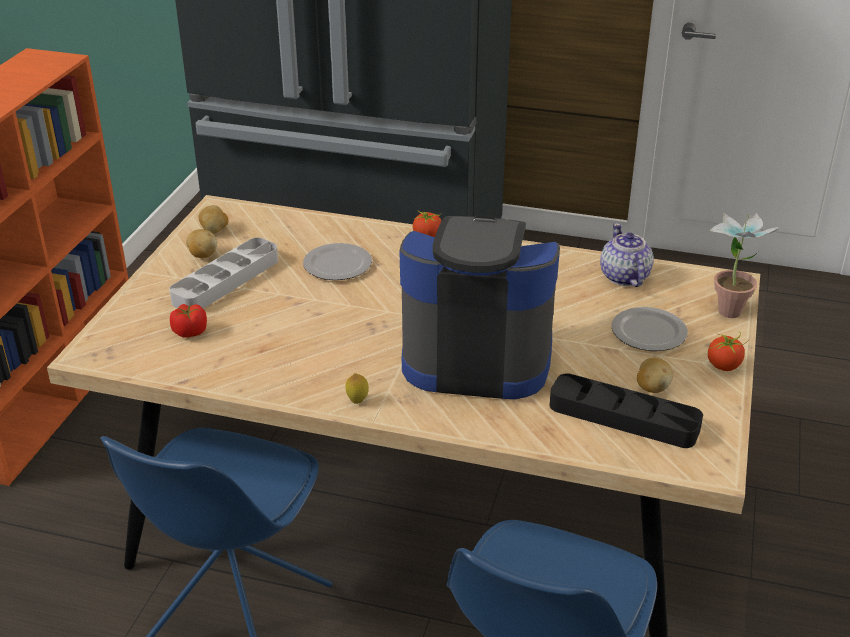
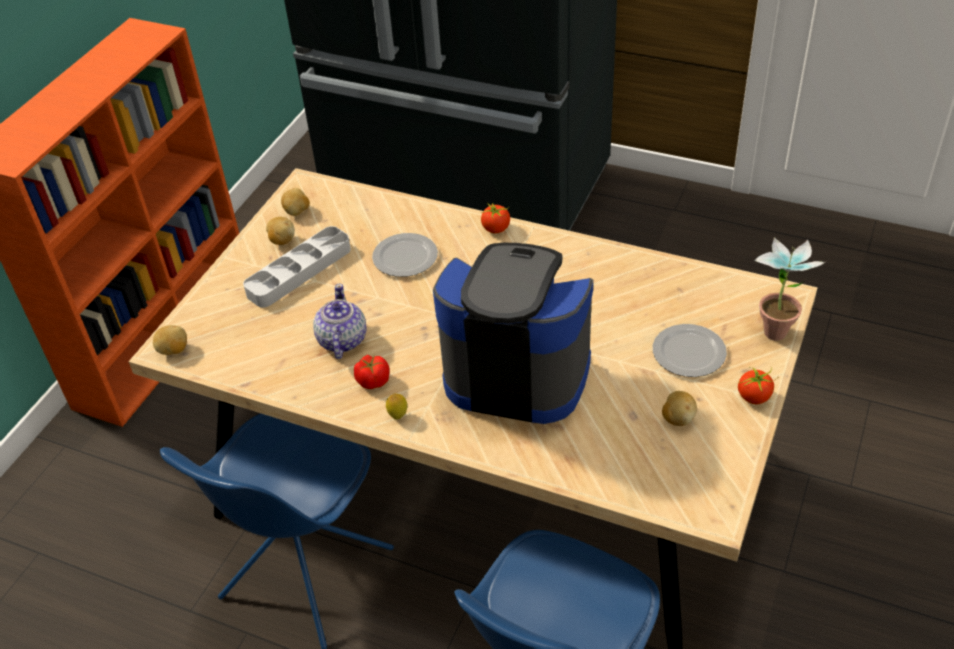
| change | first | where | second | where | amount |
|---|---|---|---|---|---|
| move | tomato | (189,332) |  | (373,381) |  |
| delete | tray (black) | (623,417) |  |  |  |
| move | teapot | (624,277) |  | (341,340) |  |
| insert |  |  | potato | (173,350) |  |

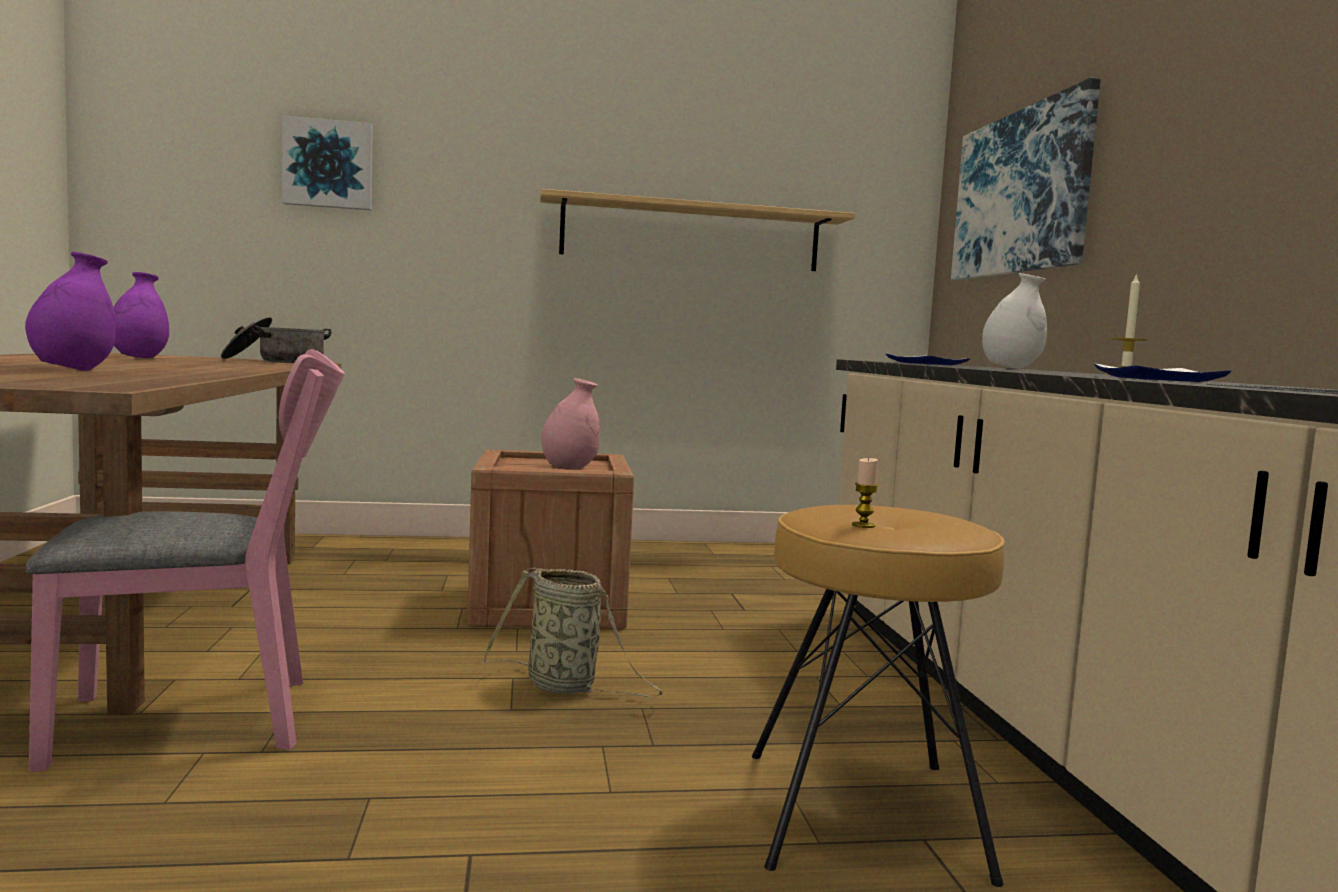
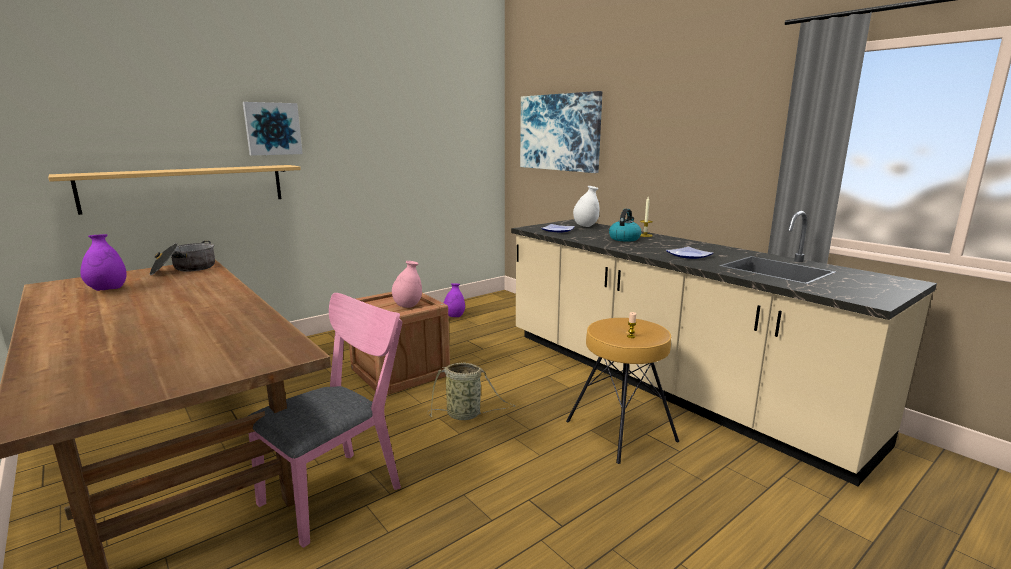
| change | first | where | second | where | amount |
|---|---|---|---|---|---|
| move | vase (purple) | (72,370) |  | (454,316) |  |
| move | picture | (329,164) |  | (272,129) |  |
| move | shelf | (691,235) |  | (186,187) |  |
| insert |  |  | kettle | (624,238) |  |

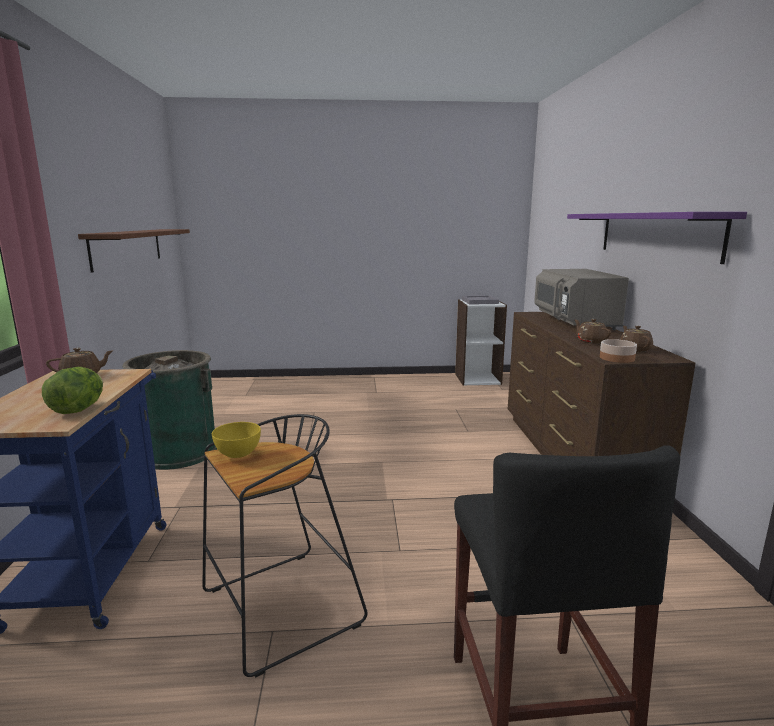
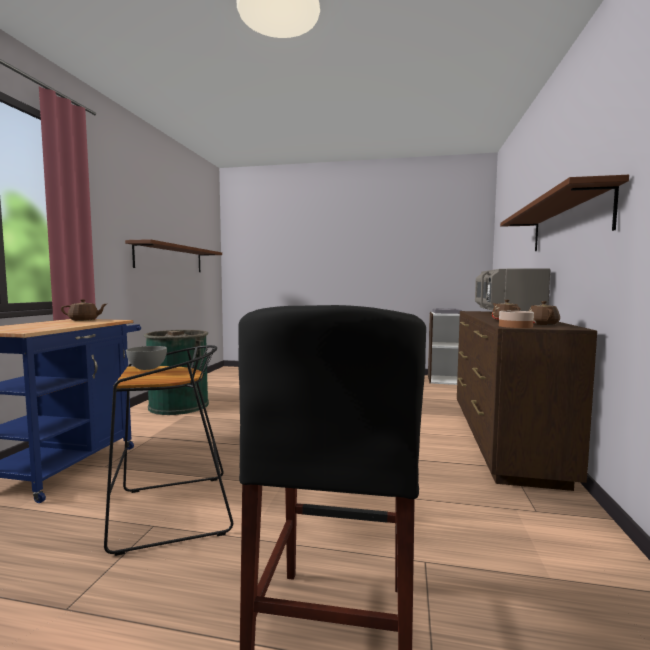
| change | first | where | second | where | amount |
|---|---|---|---|---|---|
| delete | lettuce | (78,409) |  |  |  |
| recolor | bowl (yellow) | (238,454) | bowl (grey) | (148,368) |  |
| recolor | shelf (purple) | (655,234) | shelf (brown) | (567,223) |  |

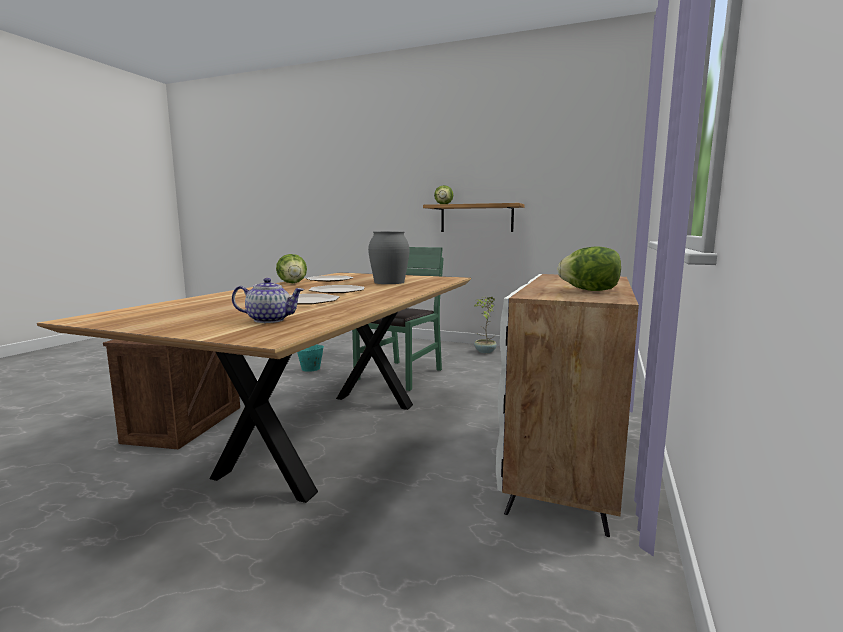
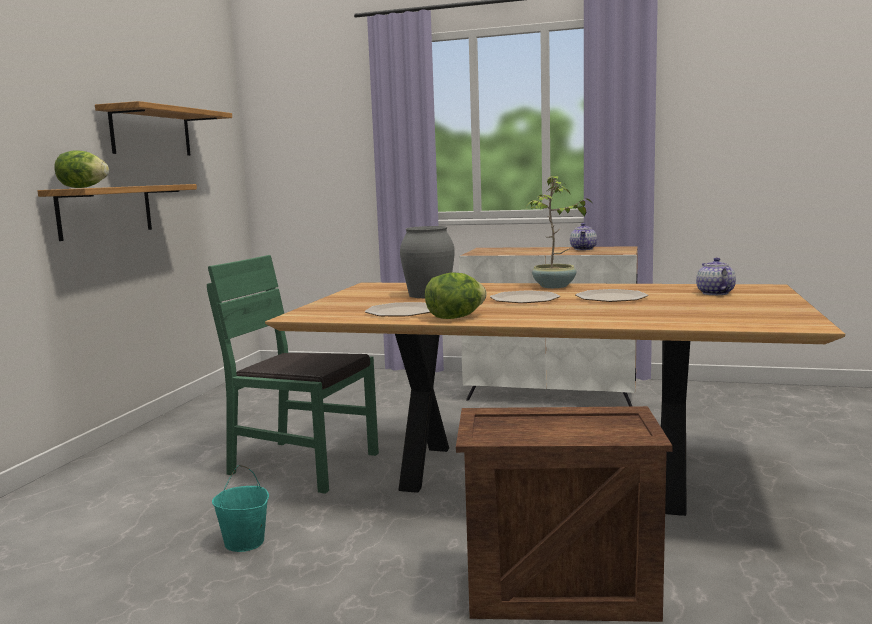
| change | first | where | second | where | amount |
|---|---|---|---|---|---|
| move | potted plant | (484,351) |  | (554,286) |  |
| replace | lettuce | (589,290) | teapot | (583,249) |  |
| insert |  |  | shelf | (151,132) |  |

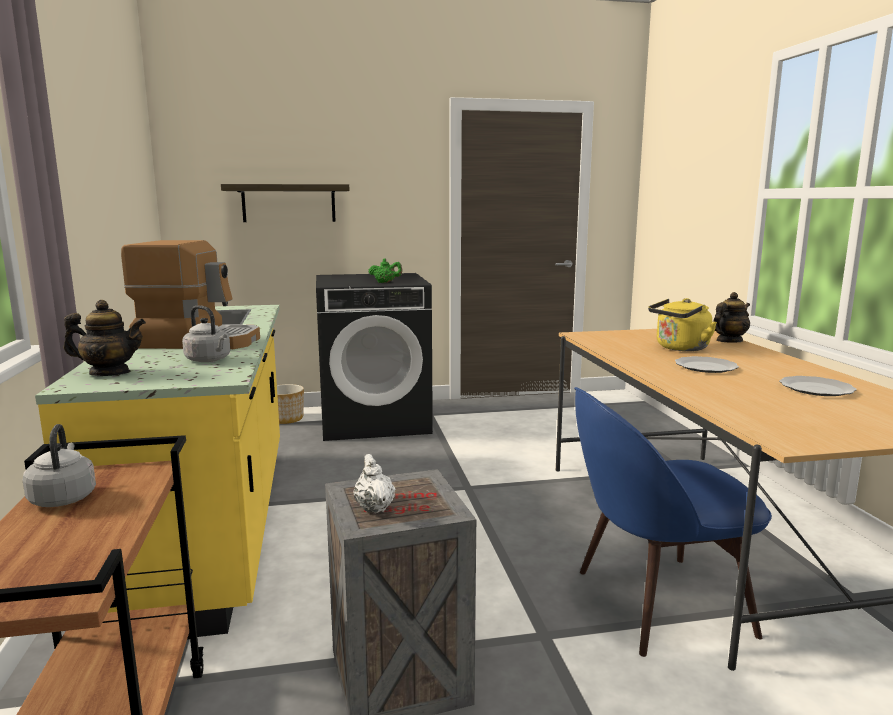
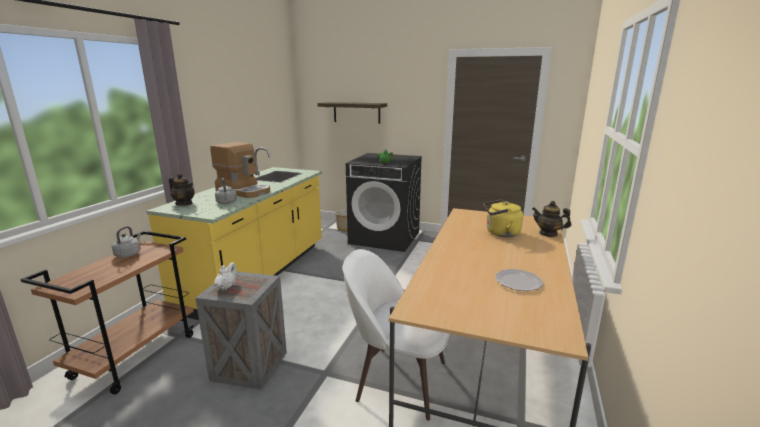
| change | first | where | second | where | amount |
|---|---|---|---|---|---|
| recolor | chair (blue) | (655,603) | chair (white) | (398,379) |  |
| delete | plate | (706,367) |  |  |  |
| rotate | teapot | (728,341) |  | (548,233) | 150 degrees counterclockwise |

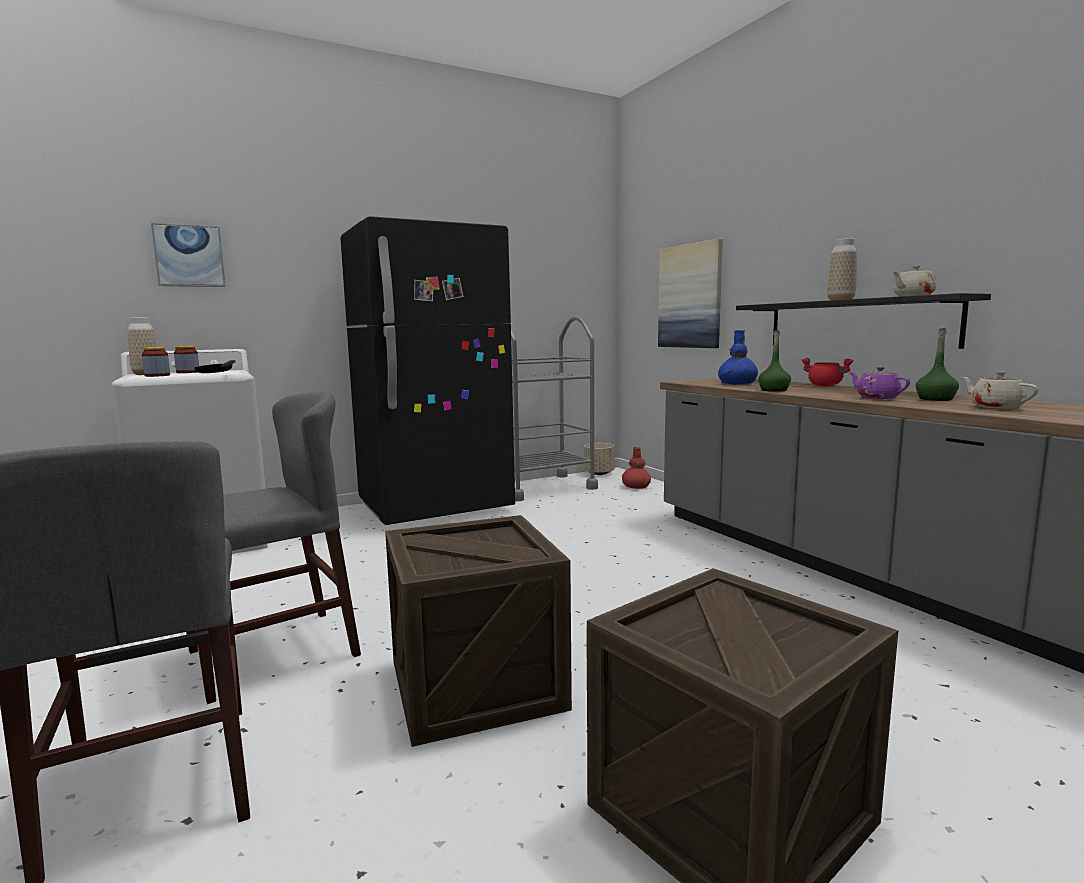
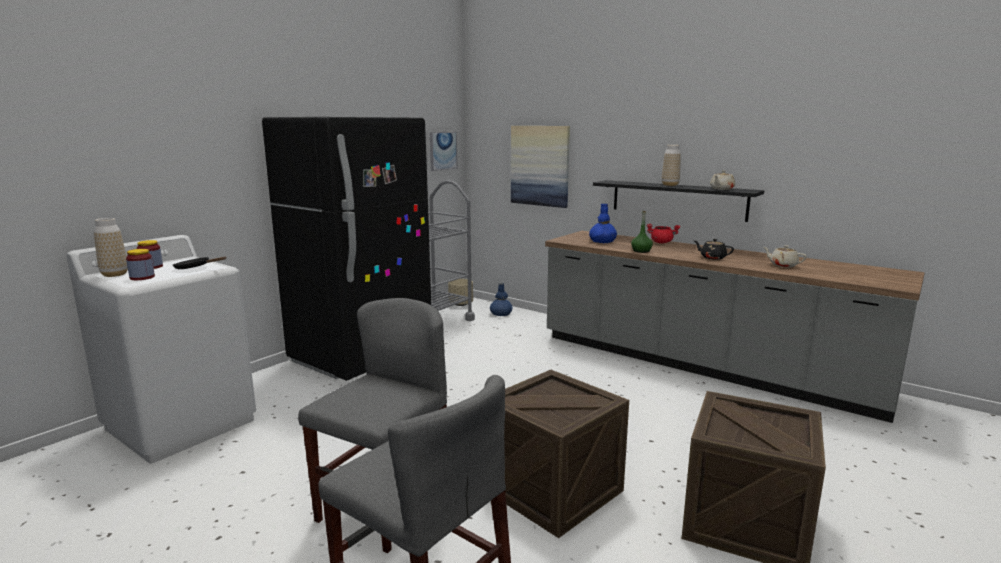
| change | first | where | second | where | amount |
|---|---|---|---|---|---|
| move | picture | (189,256) |  | (443,150) |  |
| recolor | vase (red) | (636,486) | vase (blue) | (501,314) |  |
| recolor | teapot (purple) | (877,397) | teapot (black) | (712,257) |  |
| delete | bottle (green) | (935,399) |  |  |  |

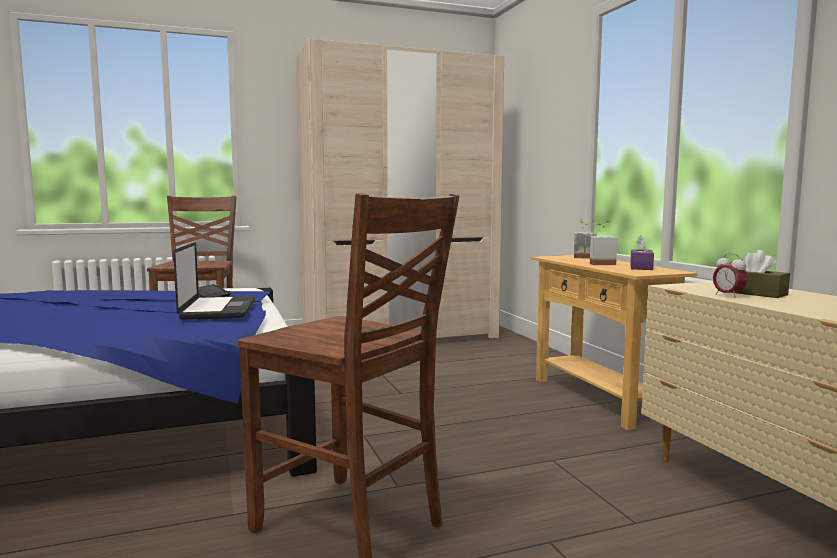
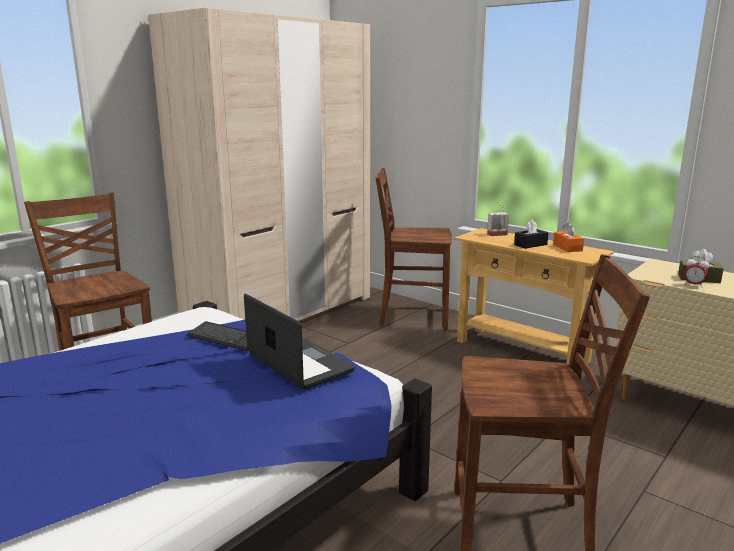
| change | first | where | second | where | amount |
|---|---|---|---|---|---|
| replace | potted plant | (601,263) | tissue box (black) | (530,245) |  |
| recolor | tissue box (purple) | (641,267) | tissue box (orange) | (567,247) |  |
| insert |  |  | chair (brown) | (412,317) |  |

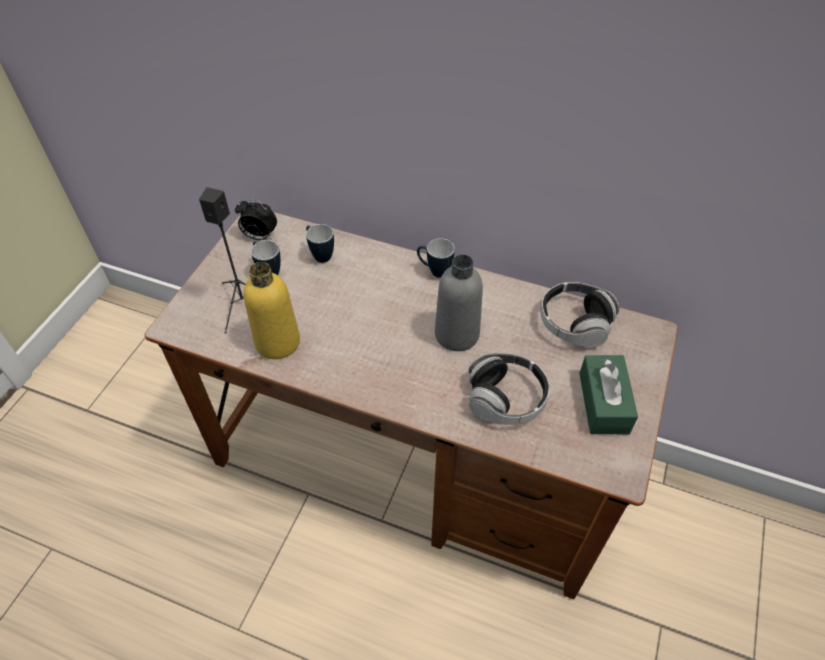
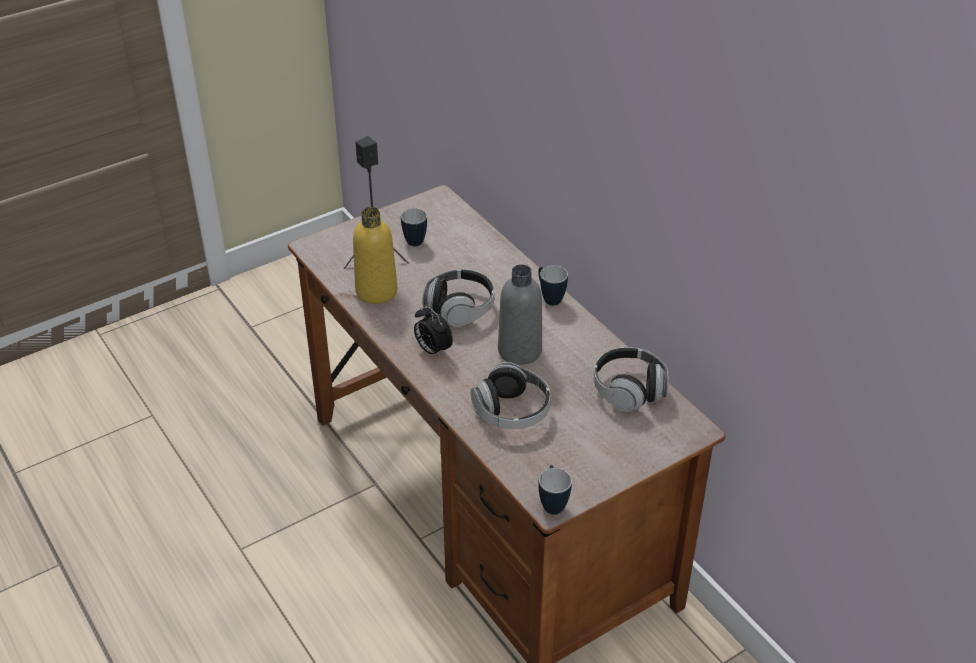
| change | first | where | second | where | amount |
|---|---|---|---|---|---|
| move | alarm clock | (259,236) |  | (432,350) |  |
| move | mug | (320,254) |  | (552,502) |  |
| delete | tissue box (green) | (603,403) |  |  |  |
| insert |  |  | headphones | (460,308) |  |

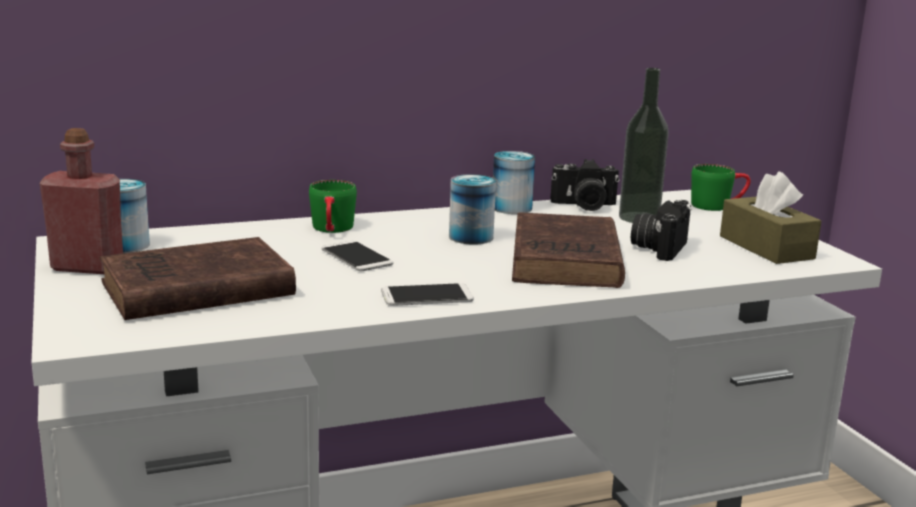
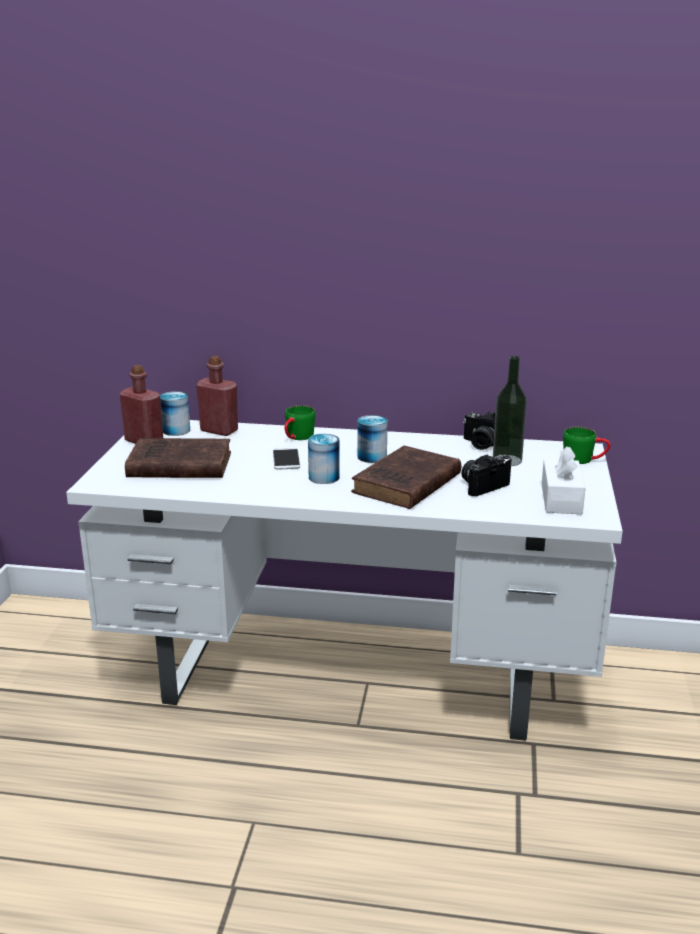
| change | first | where | second | where | amount |
|---|---|---|---|---|---|
| delete | phone | (427,296) |  |  |  |
| move | can | (511,208) |  | (324,477) |  |
| recolor | tissue box (brown) | (766,247) | tissue box (white) | (561,499) |  |
| insert |  |  | bottle (red) | (219,430) |  |

